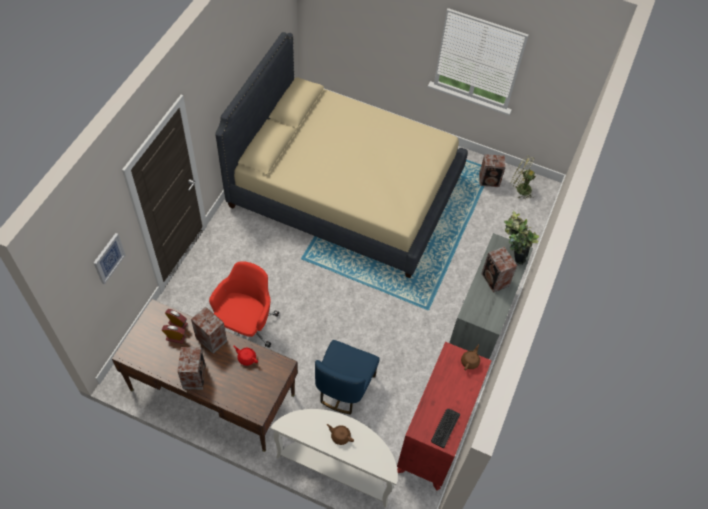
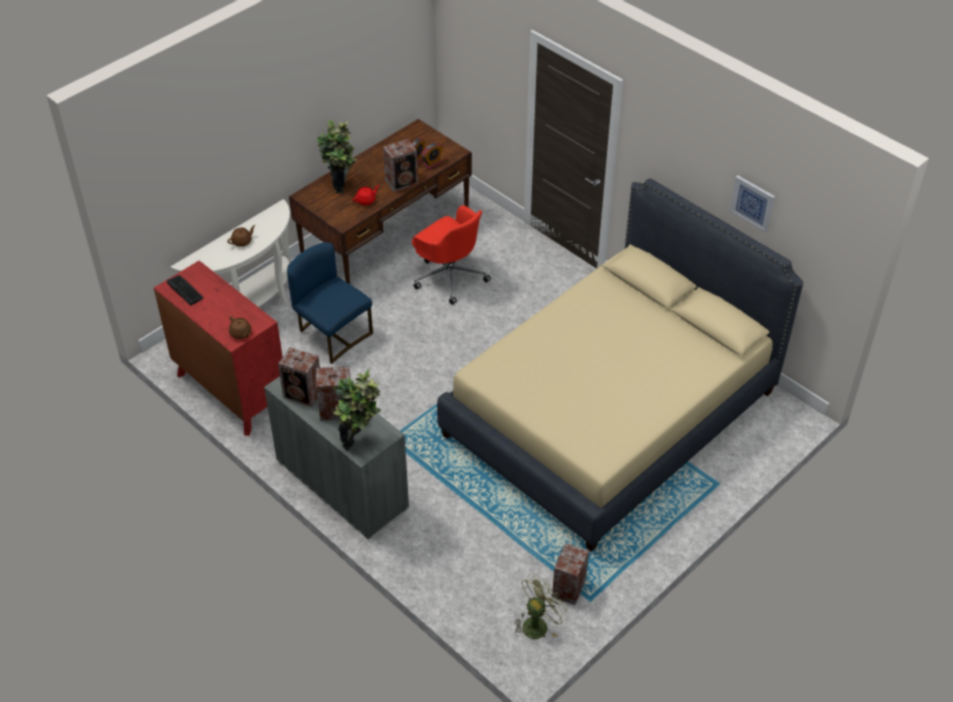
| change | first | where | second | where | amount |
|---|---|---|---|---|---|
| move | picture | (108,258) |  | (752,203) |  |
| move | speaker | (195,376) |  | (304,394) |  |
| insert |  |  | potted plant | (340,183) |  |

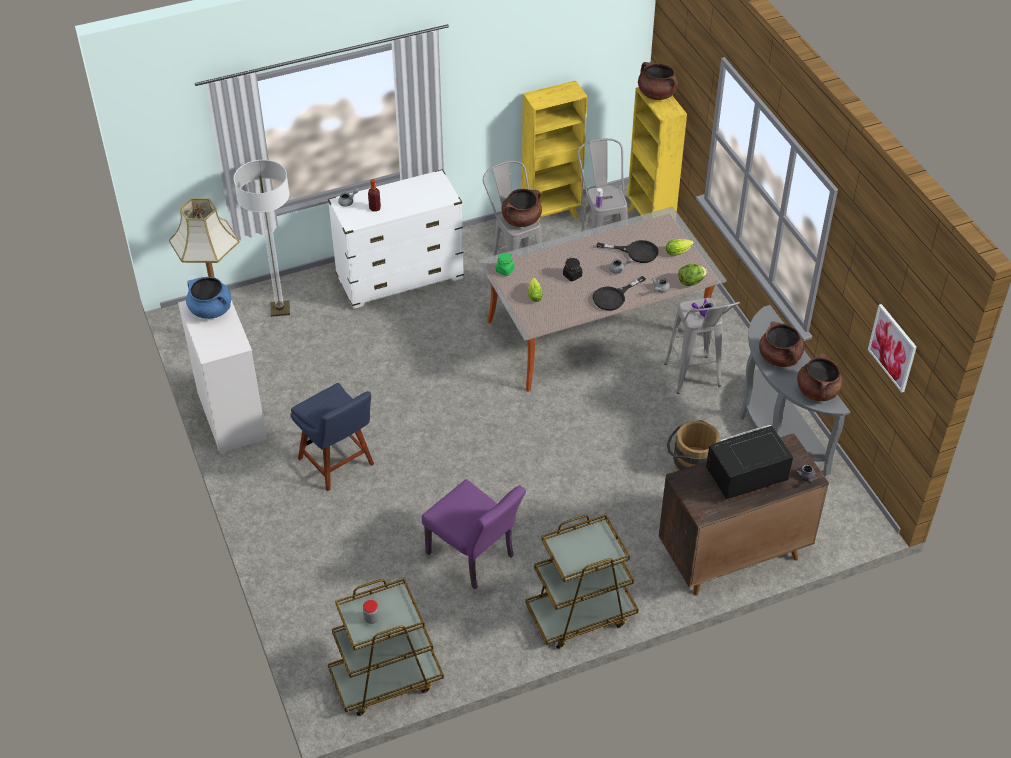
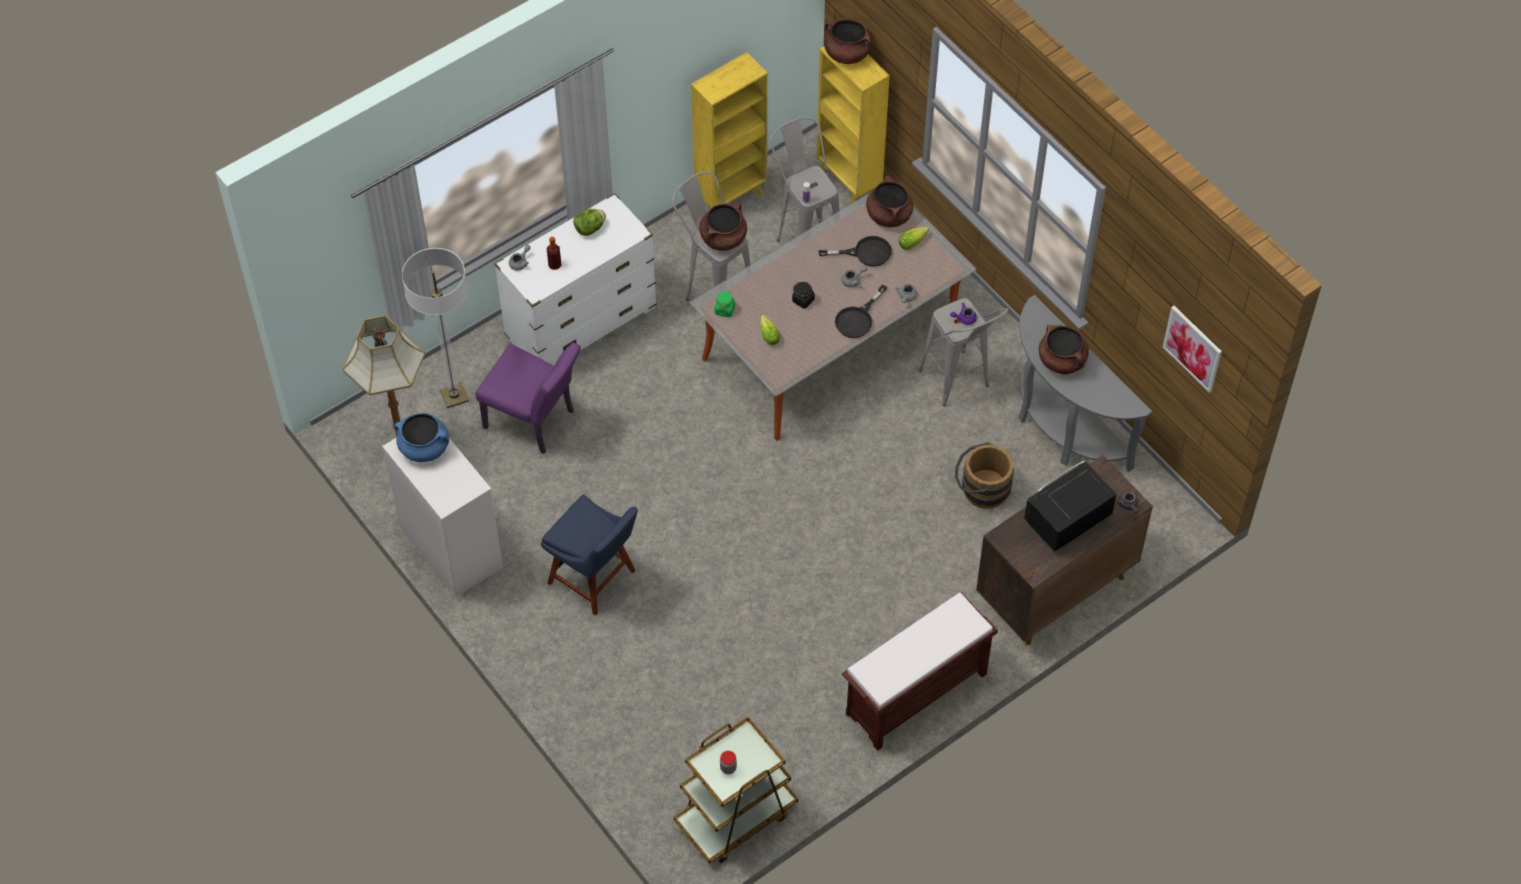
| change | first | where | second | where | amount |
|---|---|---|---|---|---|
| move | chair (purple) | (475,558) |  | (535,422) |  |
| replace | cart (brown) | (580,614) | bench (brown) | (915,695) |  |
| move | lettuce | (691,282) |  | (589,228) |  |
| move | cooking pot (brown) | (817,391) |  | (888,215) |  |

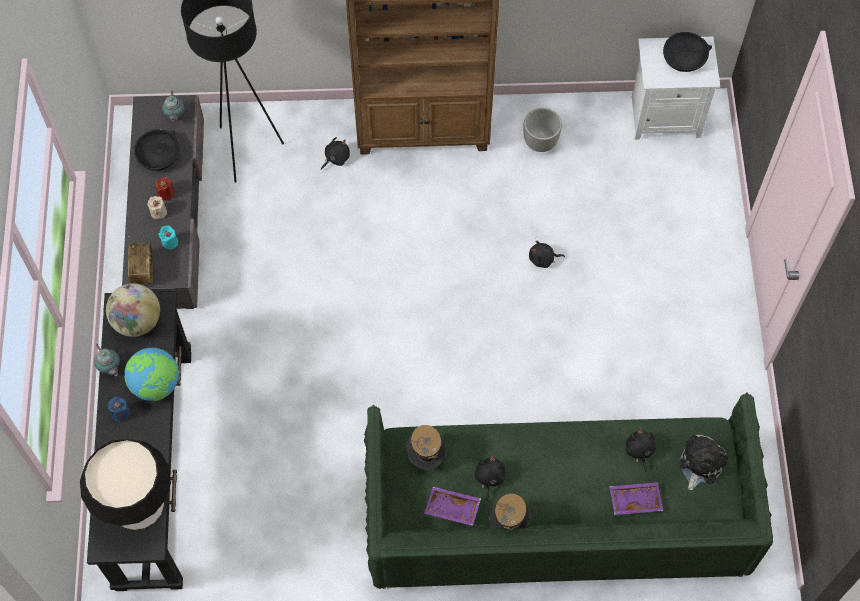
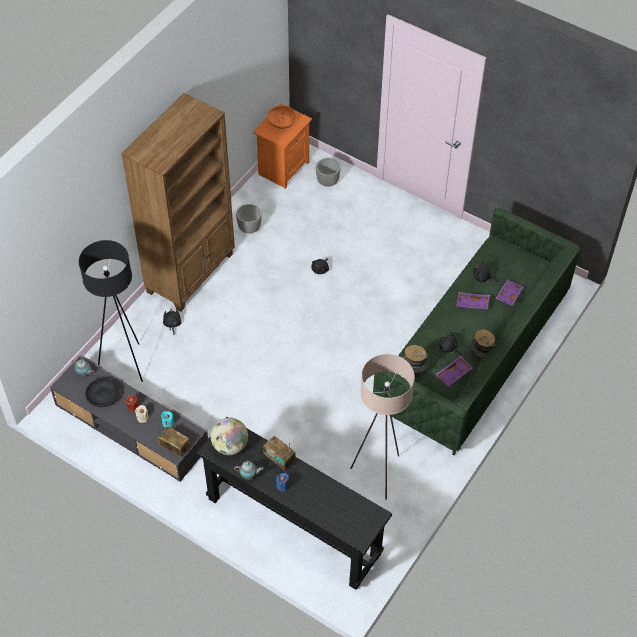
| change | first | where | second | where | amount |
|---|---|---|---|---|---|
| delete | table lamp | (137,504) |  |  |  |
| replace | globe | (156,385) | radio | (279,458) |  |
| recolor | nightstand (white) | (664,115) | nightstand (orange) | (282,168) |  |
| recolor | bowl (black) | (684,57) | bowl (orange) | (282,121) |  |
| delete | plush toy | (700,463) |  |  |  |
| insert |  |  | planter | (327,181) |  |
| insert |  |  | floor lamp (beige) | (378,474) |  |
| insert |  |  | tray (purple) | (472,304) |  |

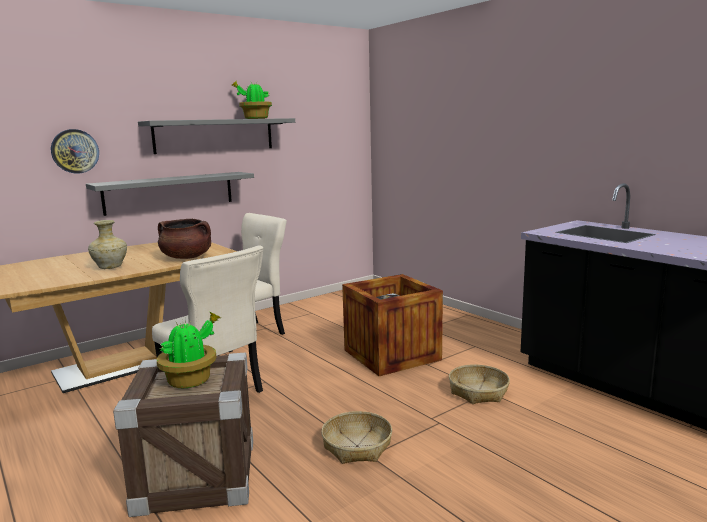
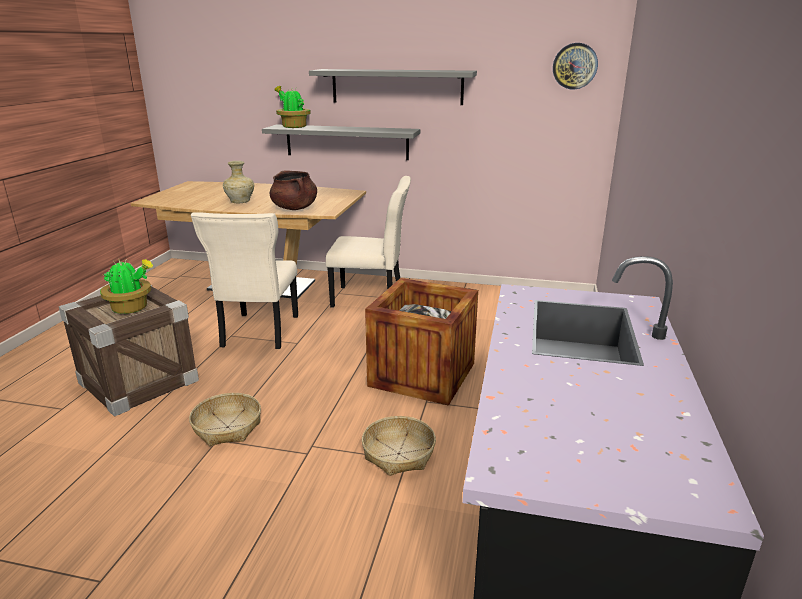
| change | first | where | second | where | amount |
|---|---|---|---|---|---|
| move | wall clock | (75,151) |  | (575,66) |  |
| move | potted plant | (255,118) |  | (293,127) |  |

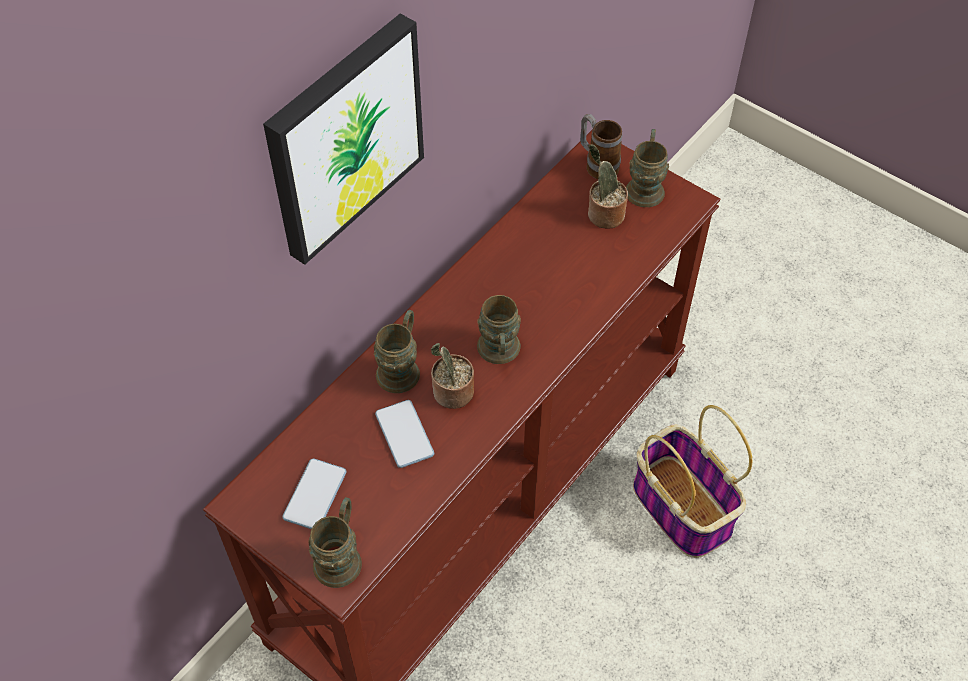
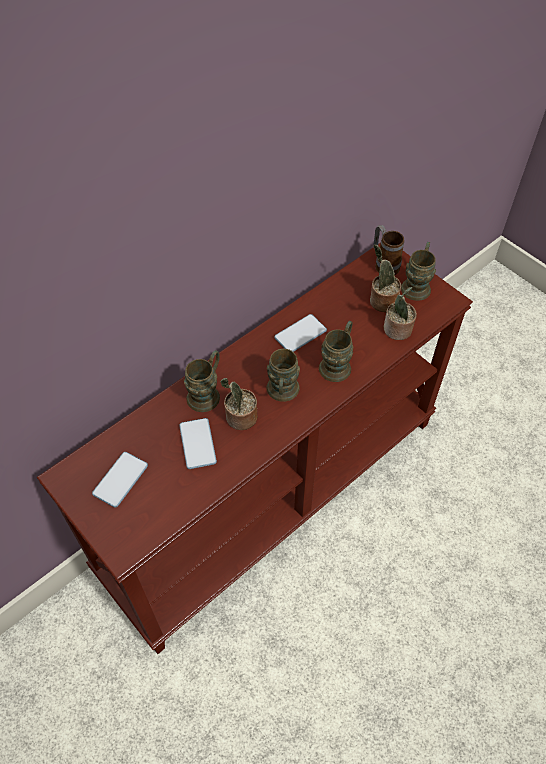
| change | first | where | second | where | amount |
|---|---|---|---|---|---|
| delete | picture | (343,137) |  |  |  |
| move | mug (brown) | (341,556) |  | (337,363) |  |
| delete | basket | (680,507) |  |  |  |
| insert |  |  | phone | (300,334) |  |
| insert |  |  | potted plant | (397,330) |  |

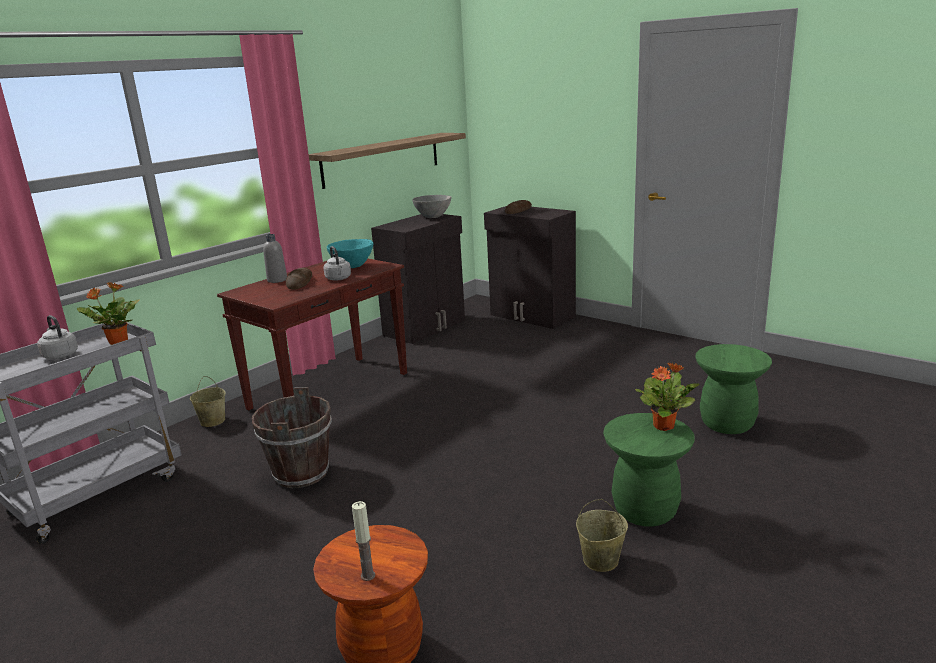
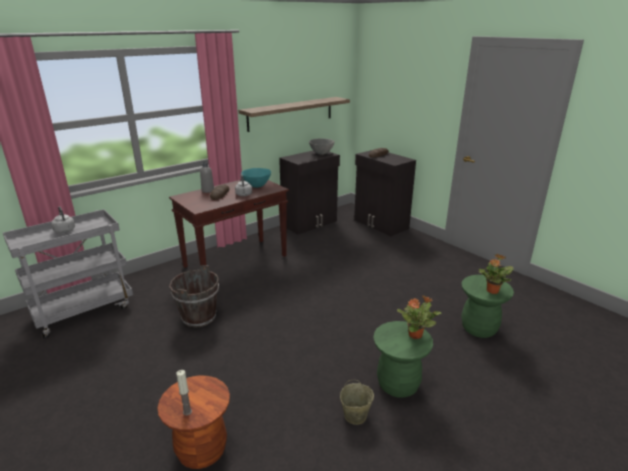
| change | first | where | second | where | amount |
|---|---|---|---|---|---|
| move | potted plant | (117,342) |  | (492,291) |  |
| delete | bucket (beige) | (212,421) |  |  |  |

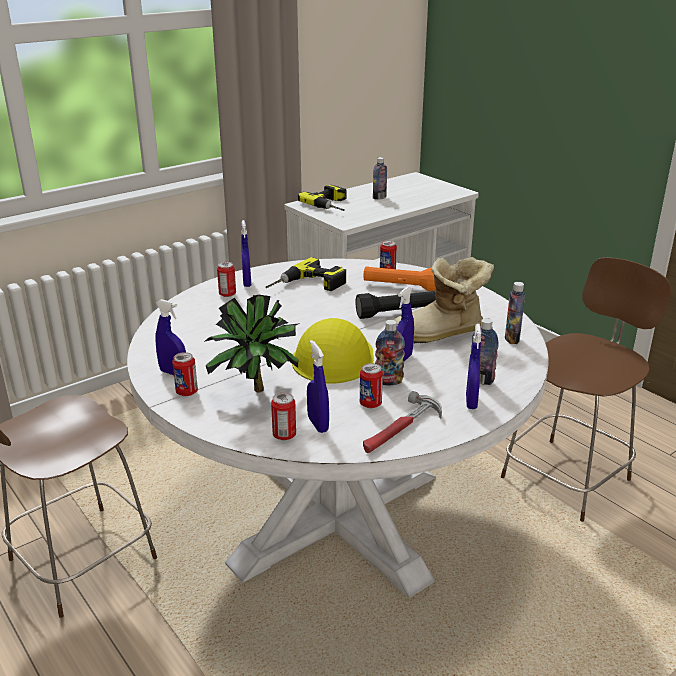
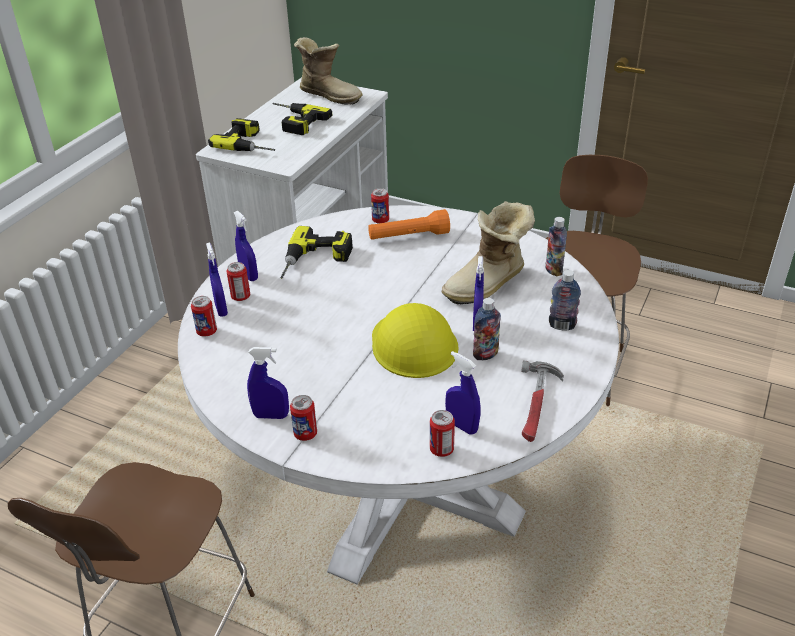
| change | first | where | second | where | amount |
|---|---|---|---|---|---|
| delete | potted plant | (256,394) |  |  |  |
| delete | flashlight (black) | (396,313) |  |  |  |
| move | can | (370,404) |  | (207,331) |  |
| replace | bottle | (379,197) | power drill | (292,121) |  |
| move | spray bottle (blue) | (471,402) |  | (221,309) |  |
| insert |  |  | boot | (330,95) |  |

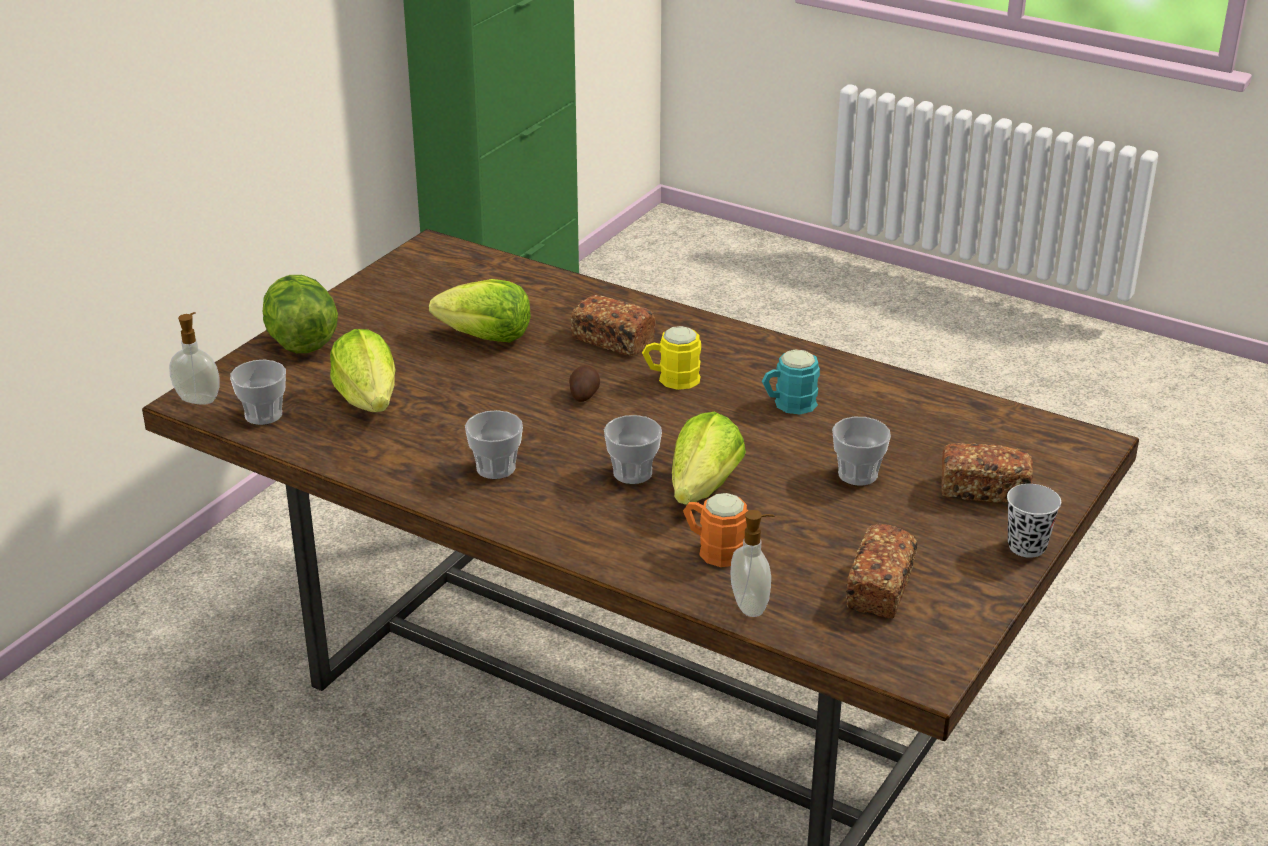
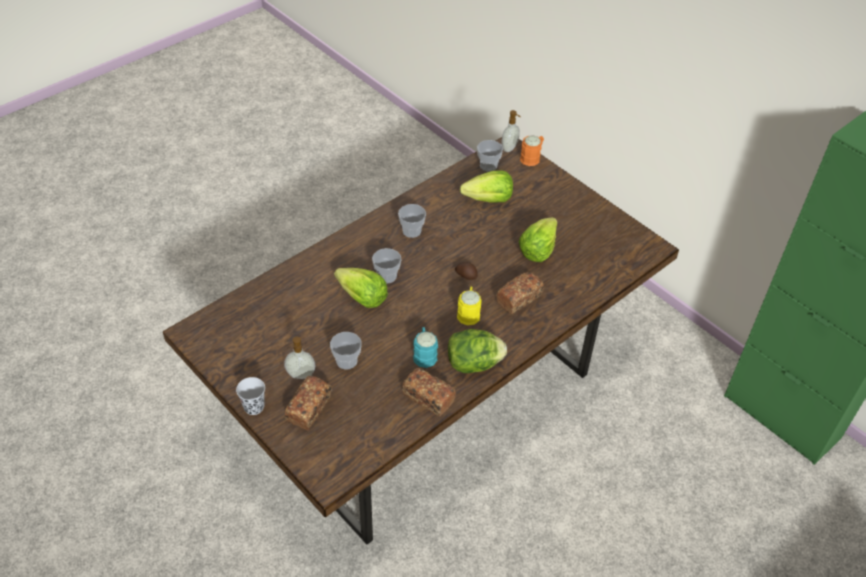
| change | first | where | second | where | amount |
|---|---|---|---|---|---|
| move | lettuce | (301,342) |  | (473,364) |  |
| move | mug (orange) | (714,549) |  | (532,157) |  |
| move | soap dispenser | (751,605) |  | (300,375) |  |
| move | bread | (880,588) |  | (428,398) |  |

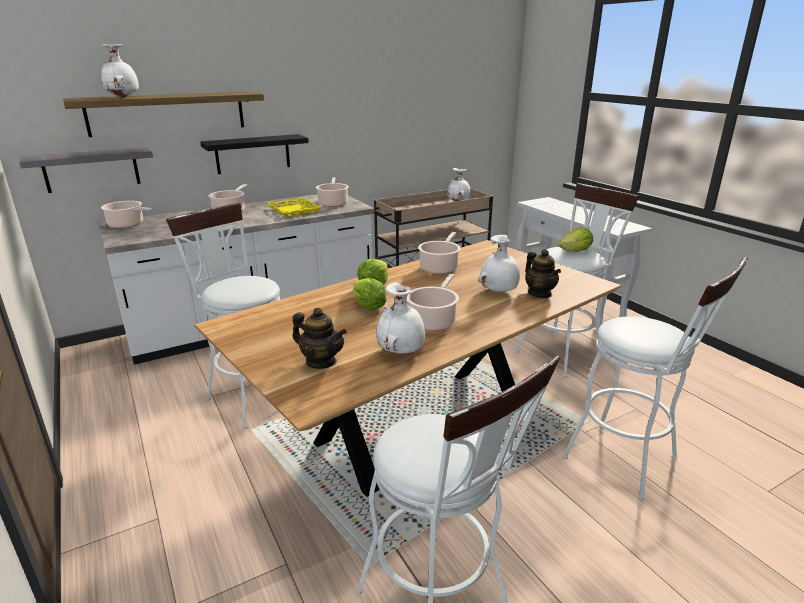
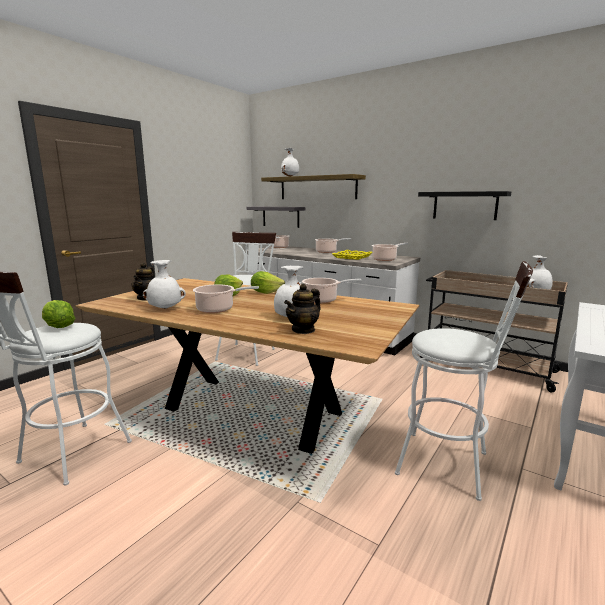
| change | first | where | second | where | amount |
|---|---|---|---|---|---|
| move | shelf (black) | (253,154) |  | (464,205) |  |
| move | lettuce | (575,251) |  | (58,327) |  |
| delete | stool (white) | (629,462) |  |  |  |

